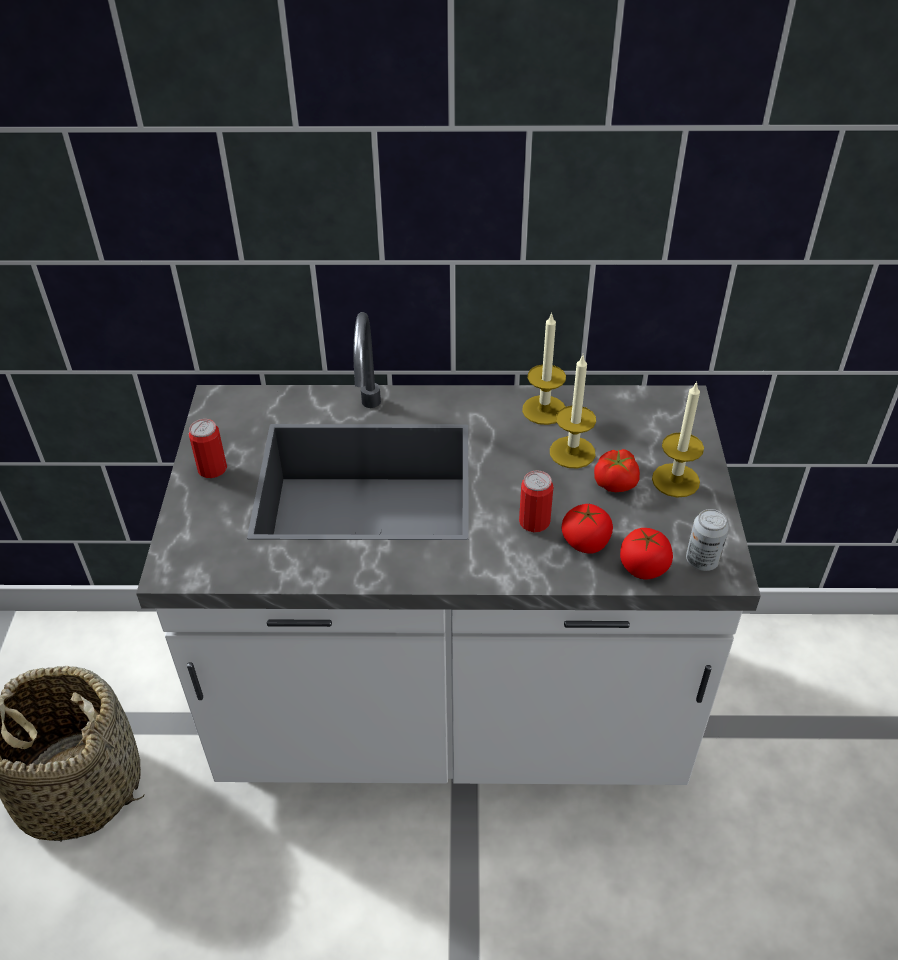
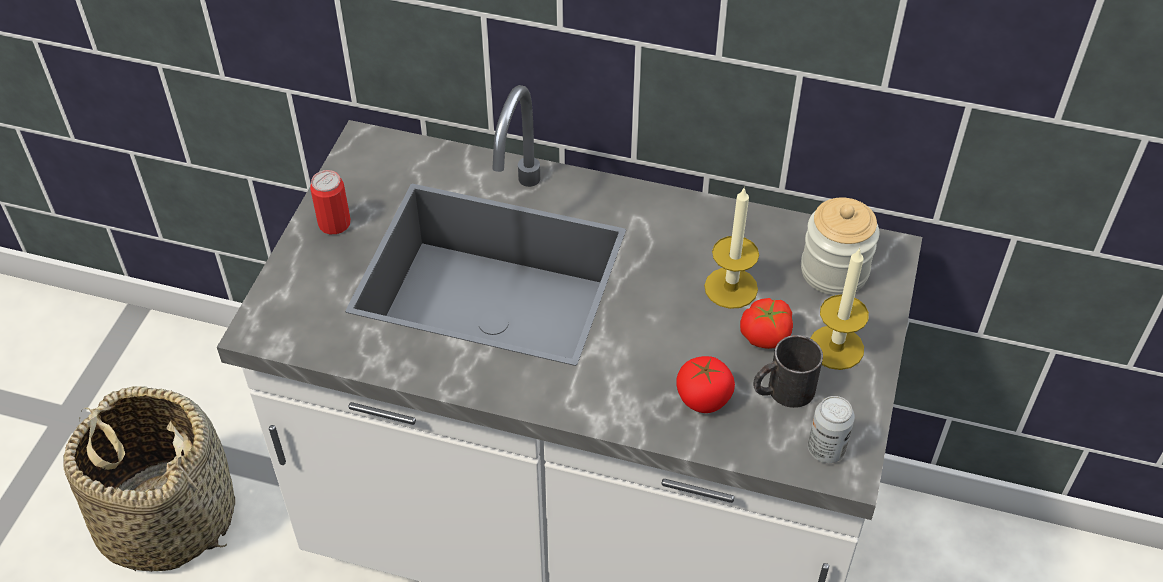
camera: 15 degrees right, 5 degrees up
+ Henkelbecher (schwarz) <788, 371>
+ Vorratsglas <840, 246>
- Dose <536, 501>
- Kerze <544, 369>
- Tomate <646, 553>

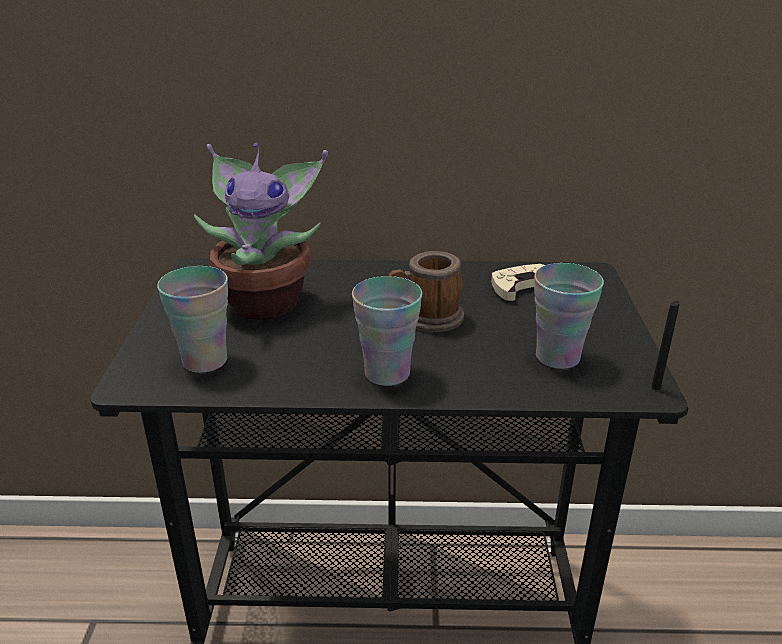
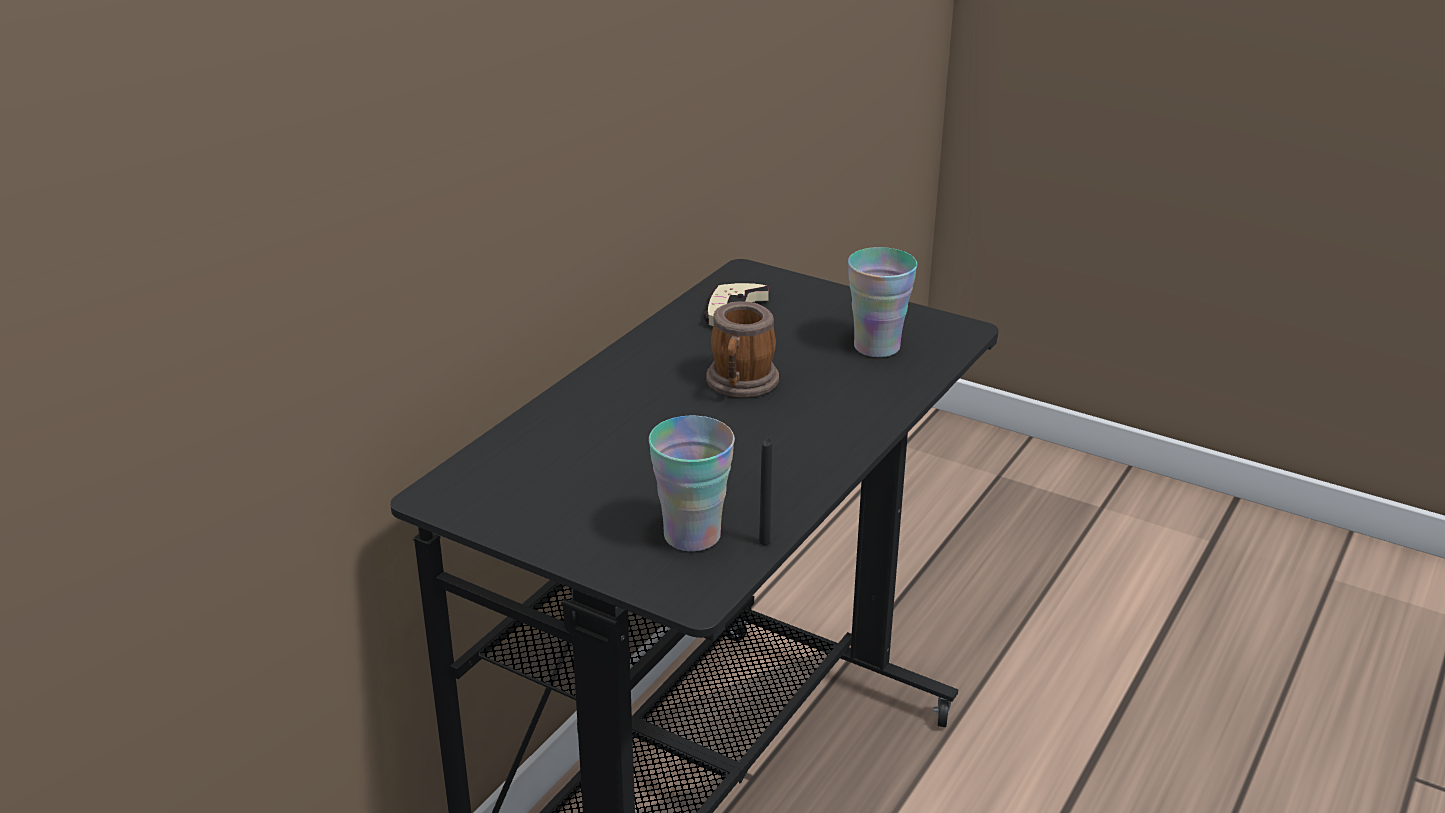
camera: 60 degrees left, 0 degrees up
~ Kerze (schwarz) <665, 345> to <765, 491>
- Topfpflanze <261, 231>
- Tasse <387, 331>

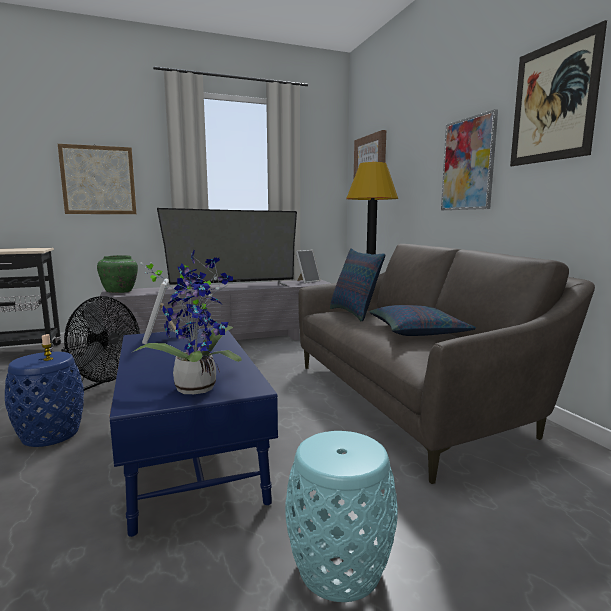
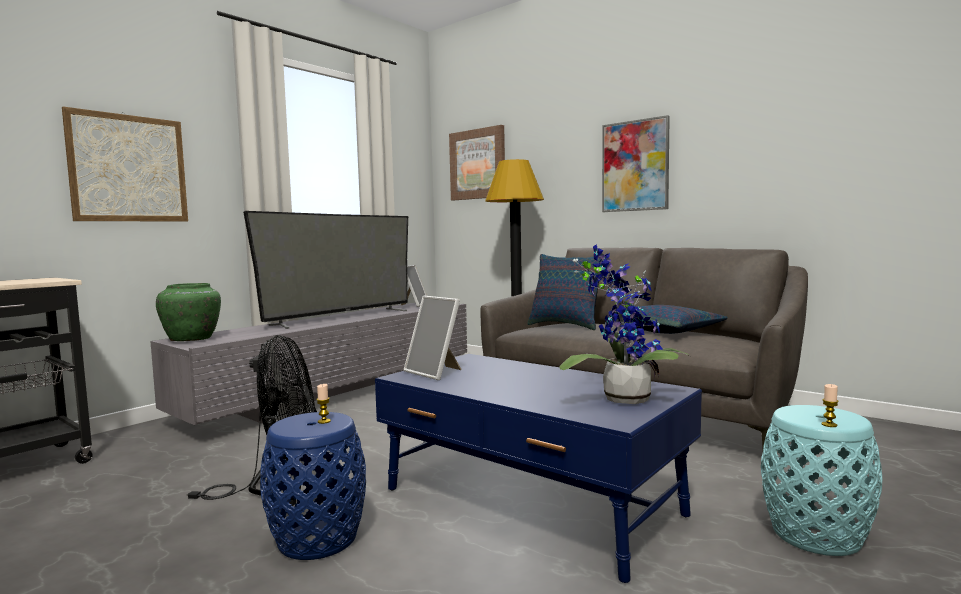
camera: 30 degrees left, 5 degrees down
+ Kerze <830, 405>
- Bild <558, 93>

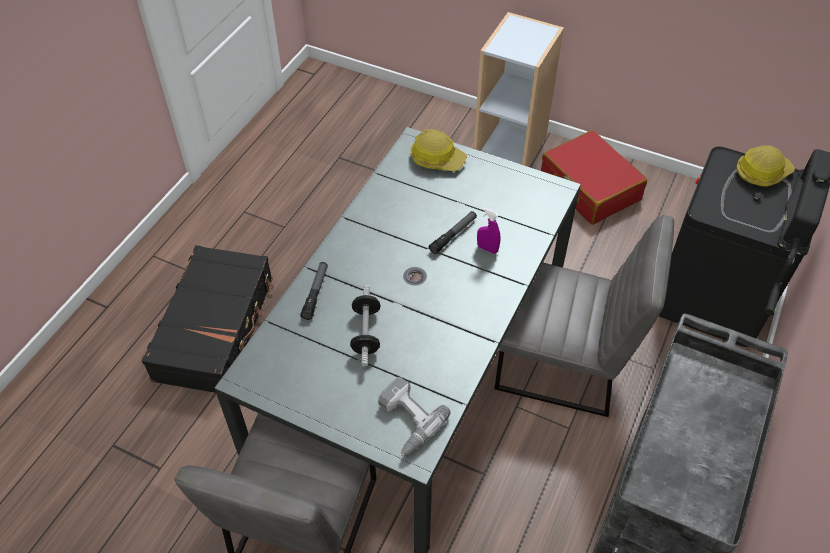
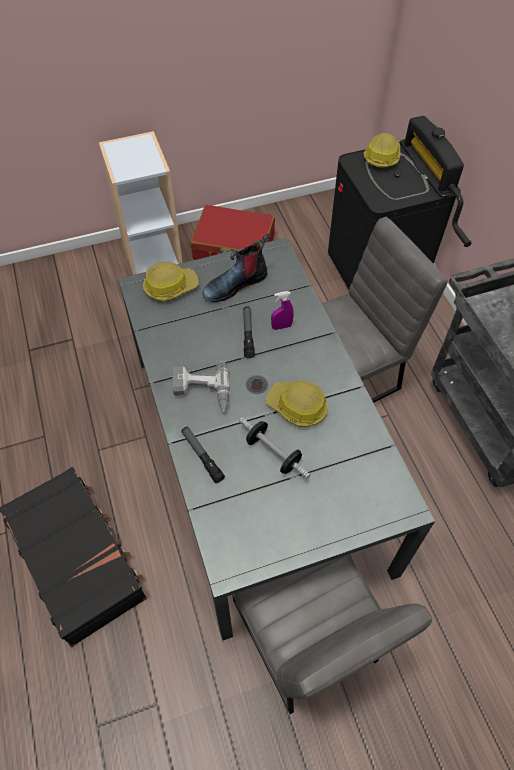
camera: 45 degrees left, 5 degrees up
~ Bohrmaschine <414, 416> to <201, 386>
+ Stiefel <236, 268>
+ Schutzhelm <297, 404>

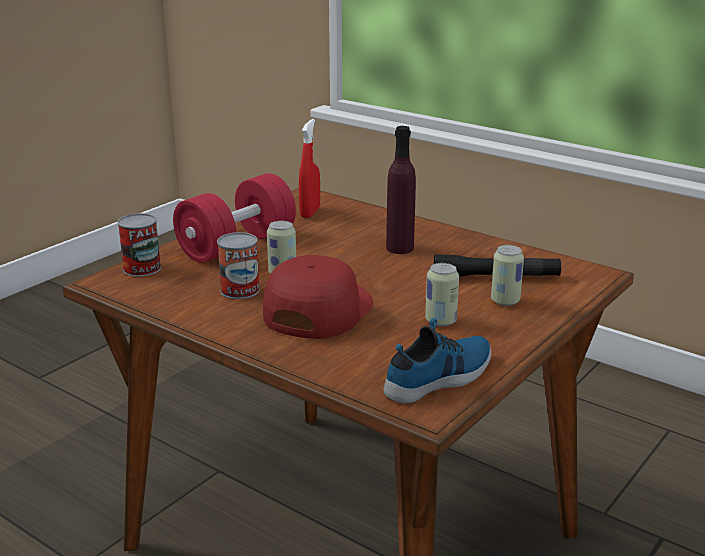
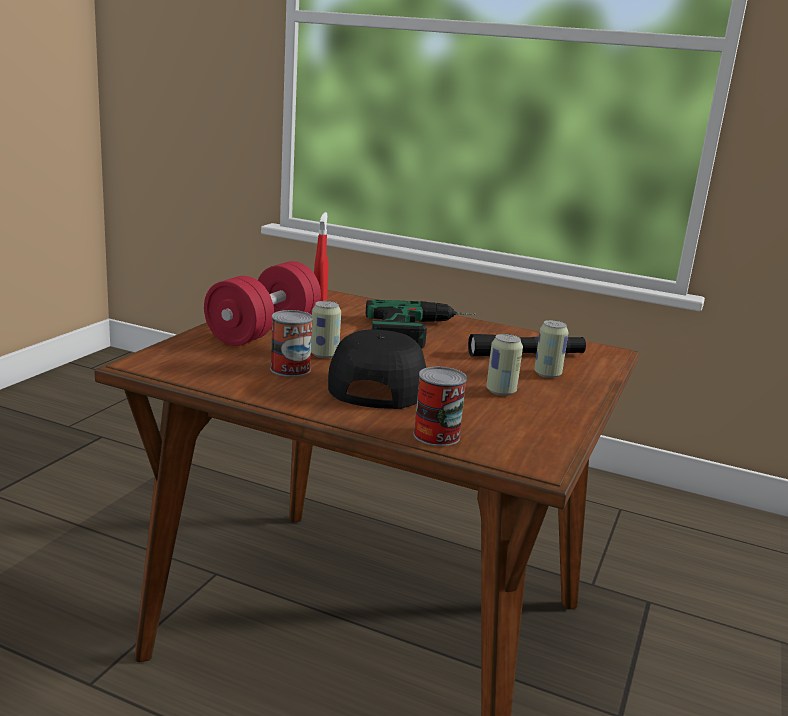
camera: 15 degrees left, 5 degrees down
~ Kappe (rot) <318, 297> to Kappe (schwarz) <377, 369>
~ Flasche (lila) <401, 190> to Bohrmaschine <421, 324>
~ Dose <139, 245> to <440, 406>
- Schuh <437, 361>

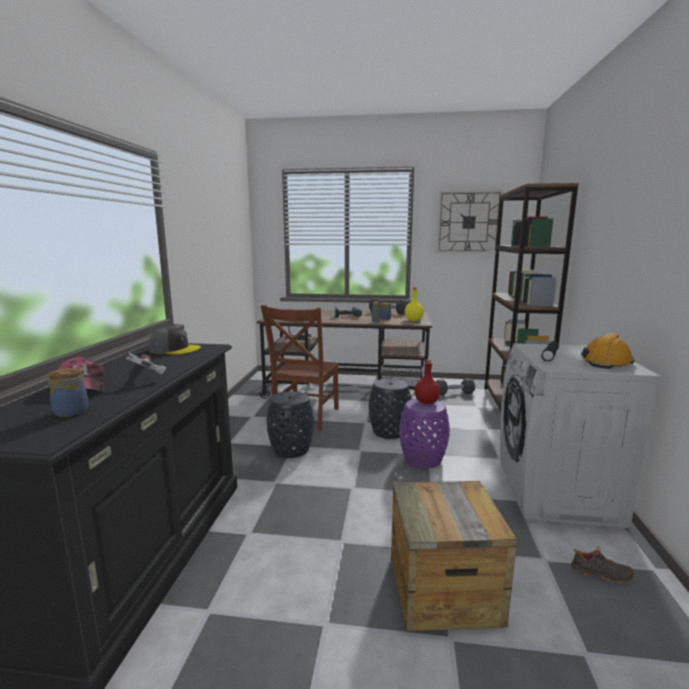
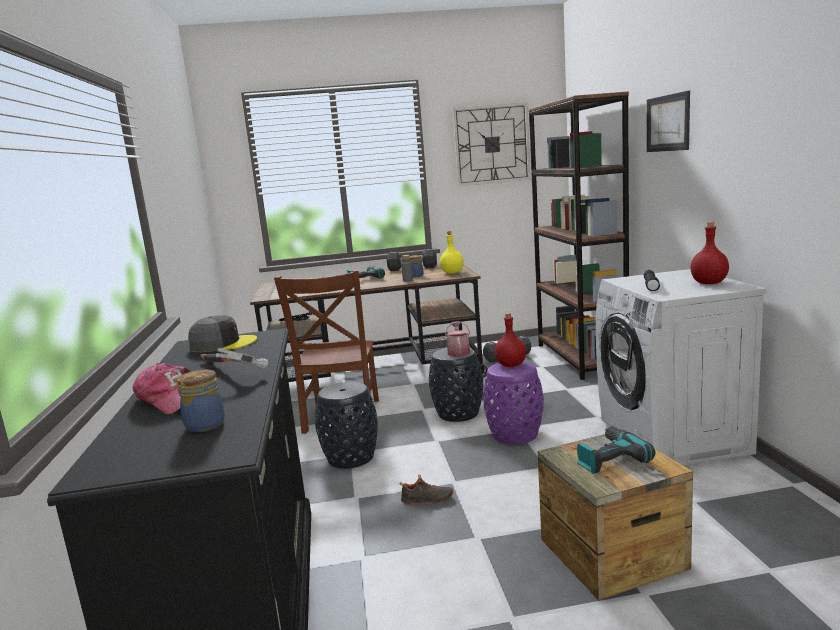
camera: 15 degrees left, 0 degrees up
~ Schuh (schwarz) <602, 565> to <426, 489>
+ Gießkanne <457, 339>
+ Bohrmaschine <616, 450>
+ Bild <668, 121>
~ Schutzhelm (orange) <608, 351> to Flasche (rot) <709, 253>

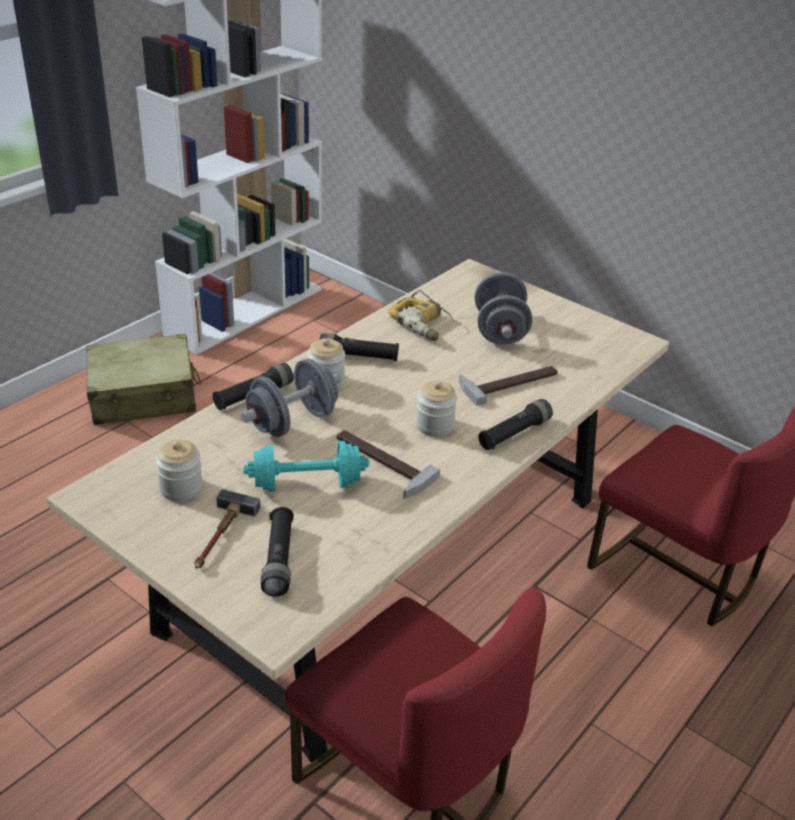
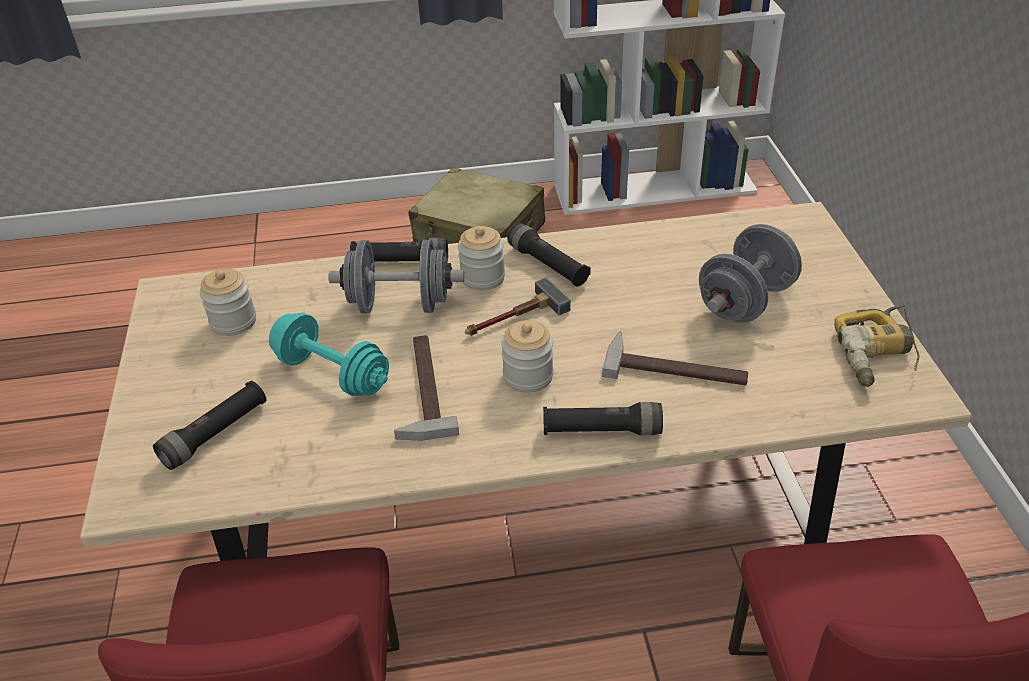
camera: 45 degrees right, 5 degrees up
~ Hammer <227, 529> to <518, 307>
~ Bohrmaschine <421, 315> to <876, 346>

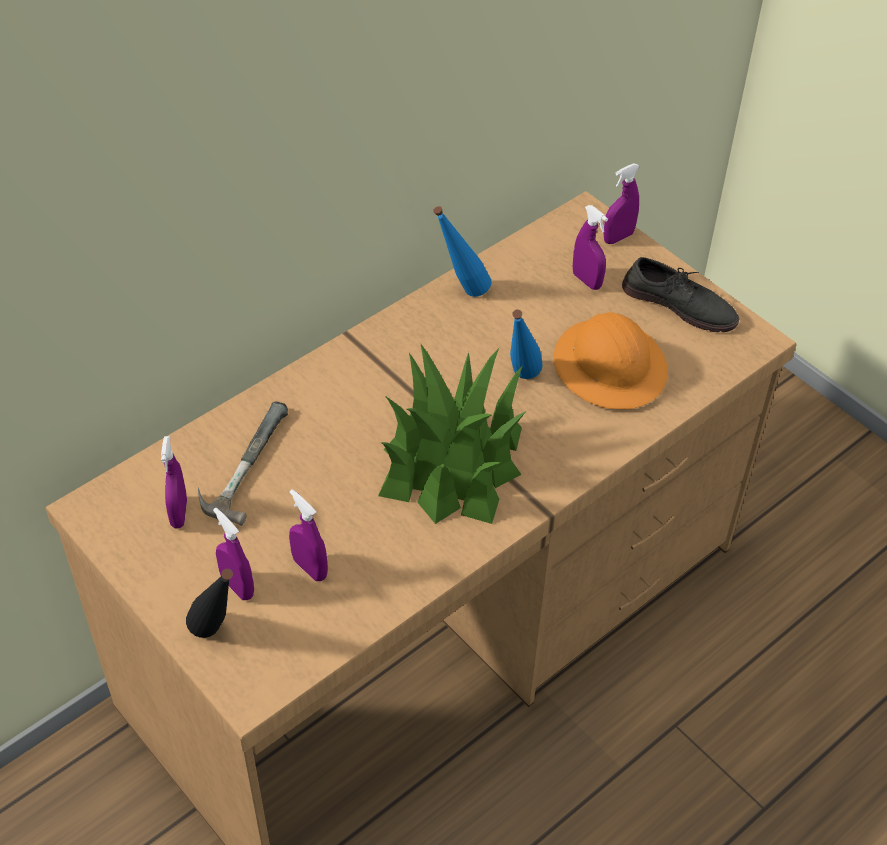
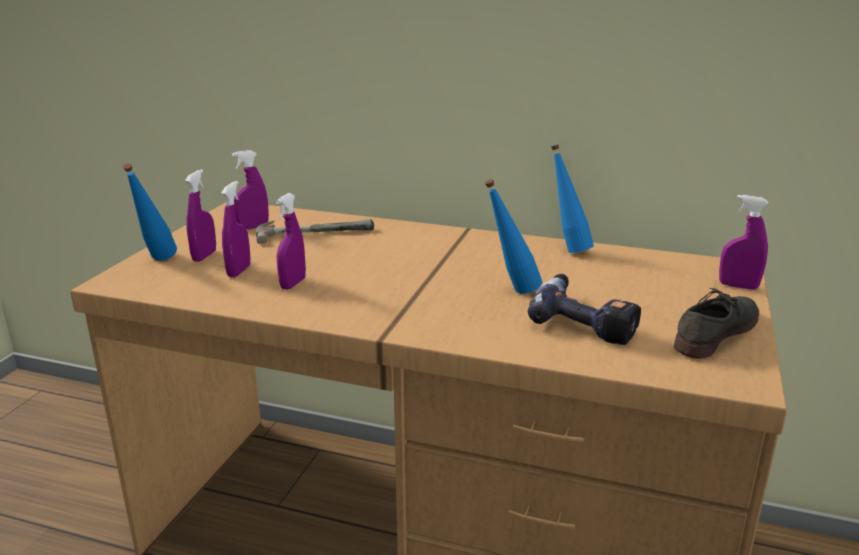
camera: 60 degrees right, 25 degrees down
~ Flasche (schwarz) <209, 603> to Flasche (blau) <150, 212>
~ Sprühflasche (lila) <590, 247> to <291, 241>
~ Schutzhelm (orange) <610, 360> to Bohrmaschine <584, 309>
~ Schuh (grau) <680, 294> = <716, 323> 135 degrees counterclockwise
- Topfpflanze <452, 433>

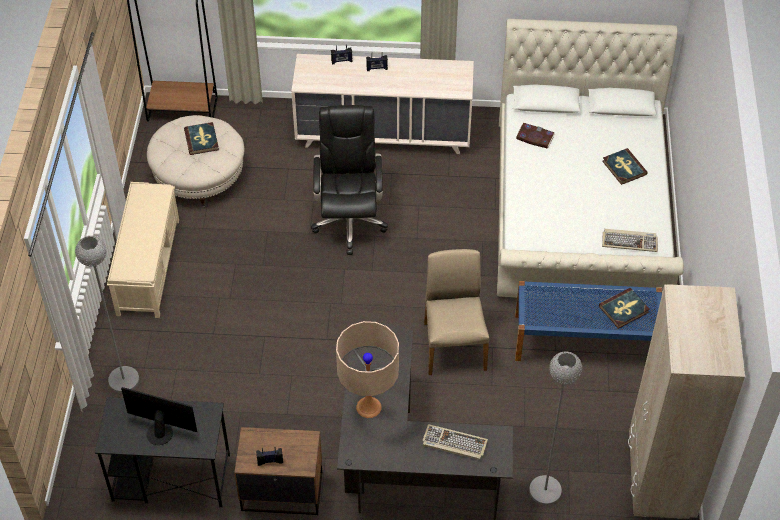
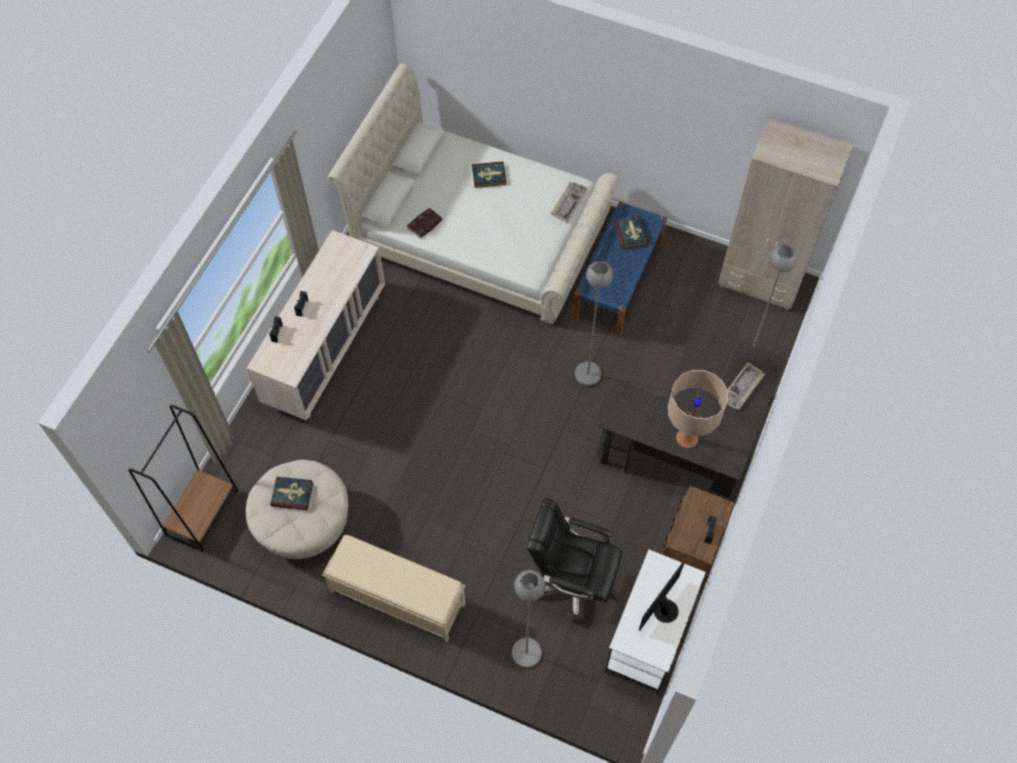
camera: 70 degrees left, 10 degrees up
~ Bürostuhl (schwarz) <349, 180> to <574, 560>
~ Stuhl (beige) <456, 312> to Stehlampe (grau) <594, 323>
~ Schreibtisch (schwarz) <162, 452> to Schreibtisch (weiß) <655, 622>

